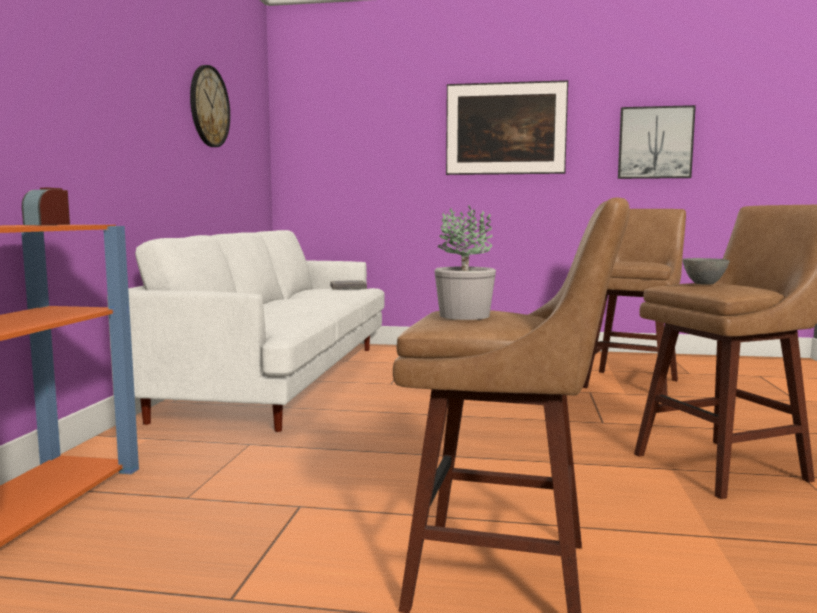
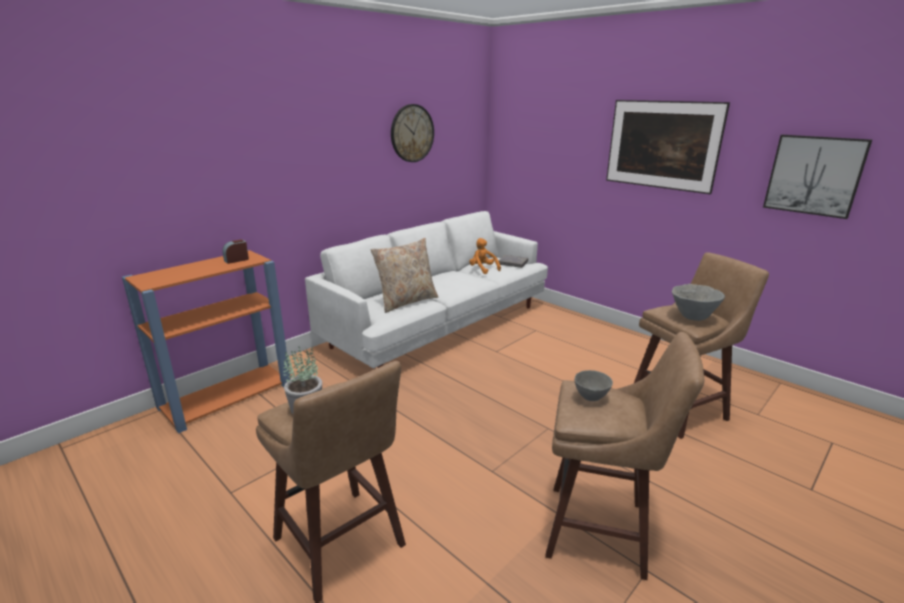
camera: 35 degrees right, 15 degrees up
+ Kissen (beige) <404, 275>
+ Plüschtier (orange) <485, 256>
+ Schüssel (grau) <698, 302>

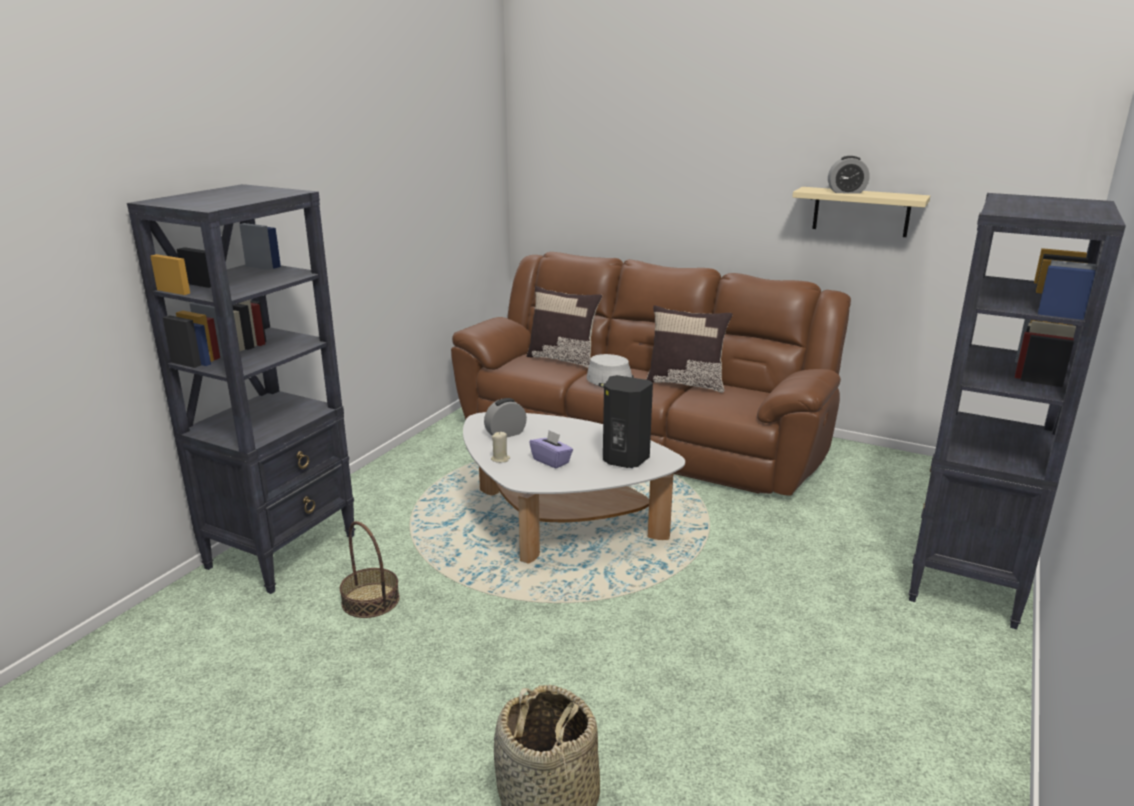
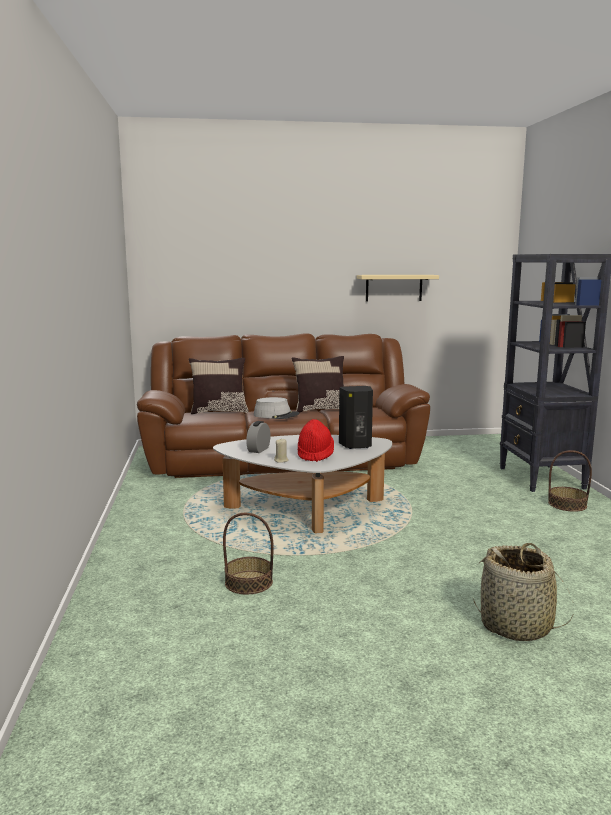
camera: 35 degrees left, 10 degrees down
~ Taschentuchbox (lila) <551, 449> to Hut (rot) <316, 440>
+ Korb <570, 481>
- Bücherregal (schwarz) <241, 389>
- Wecker <849, 175>

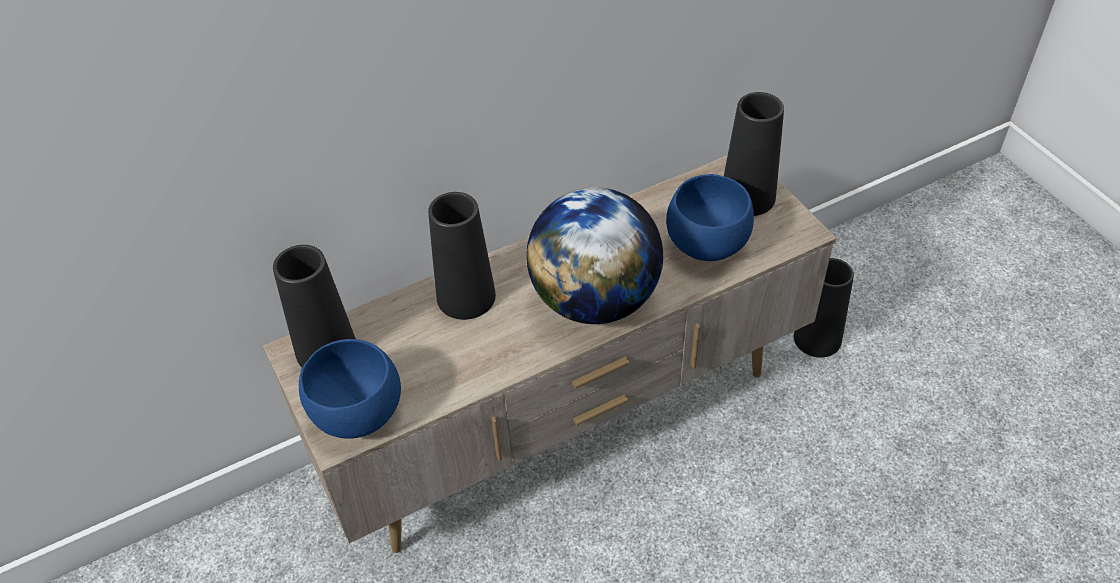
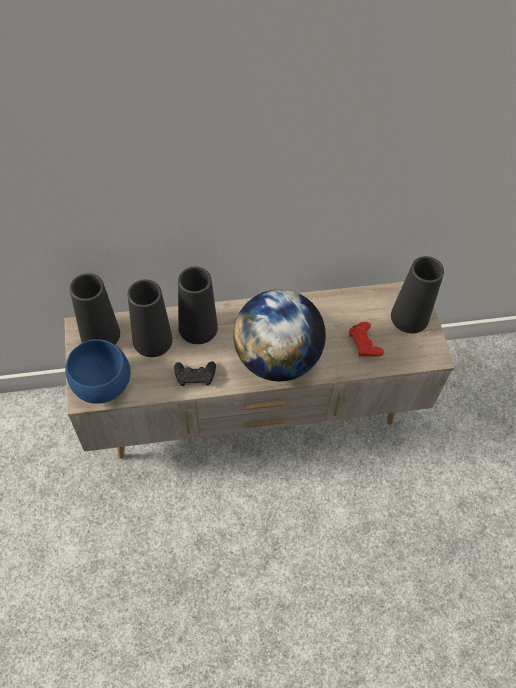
camera: 15 degrees right, 10 degrees up
~ Vase (schwarz) <824, 307> to <150, 318>
+ Gamepad (schwarz) <195, 373>
~ Schüssel (blau) <710, 217> to Gamepad (rot) <366, 339>

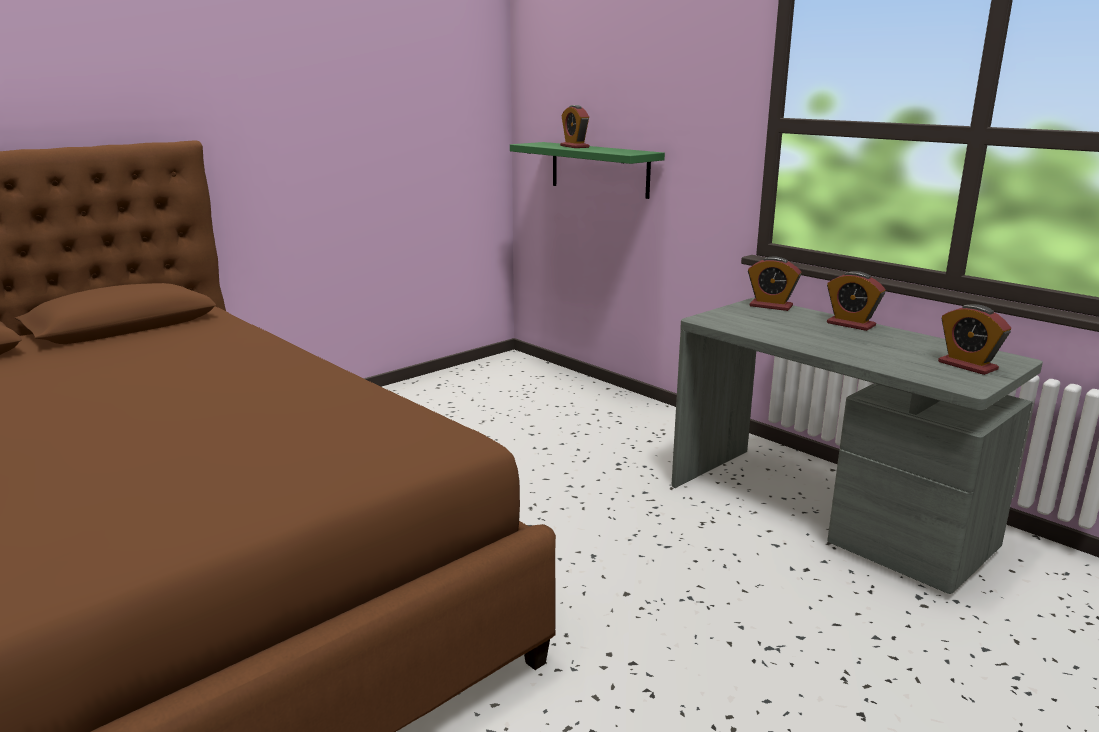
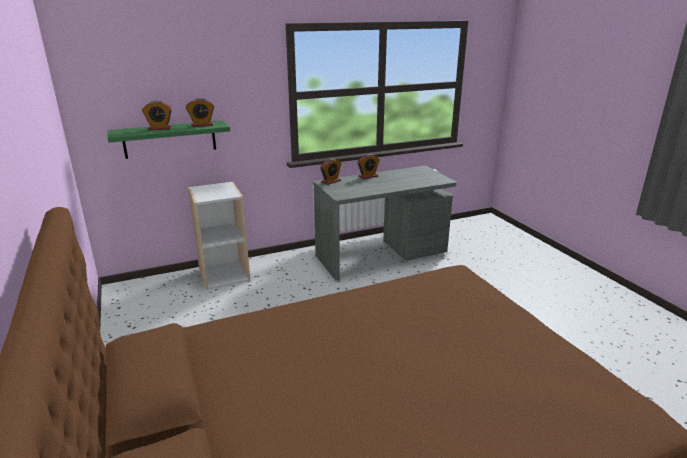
camera: 70 degrees left, 5 degrees up
~ Wecker <974, 339> to <200, 112>
+ Bücherregal <219, 236>

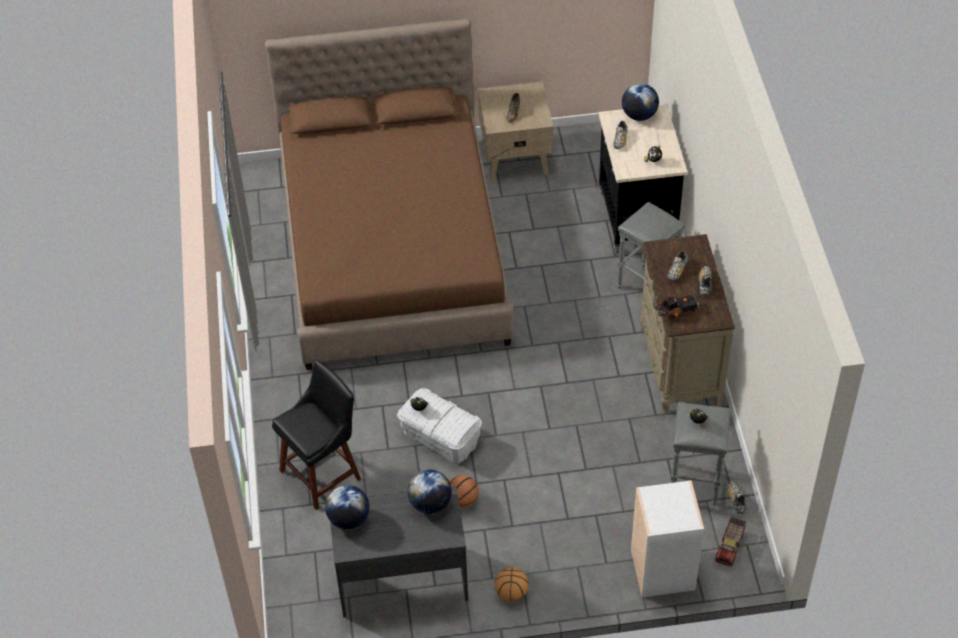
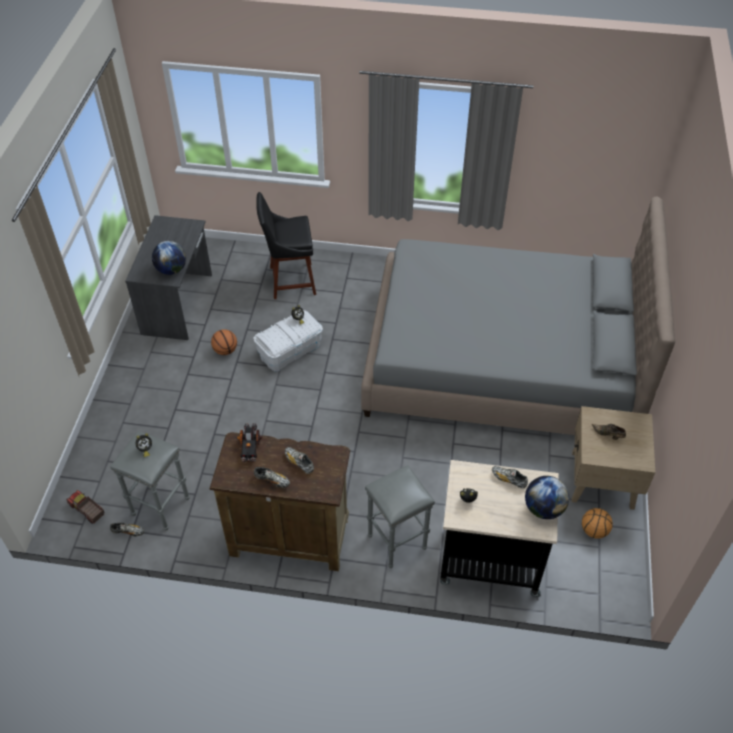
camera: 105 degrees right, 0 degrees up
~ Stuhl (schwarz) <316, 435> = <286, 245> 105 degrees clockwise
~ Bett (braun) <389, 194> to Bett (grau) <518, 315>
~ Basketball <512, 584> to <597, 523>
- Globus <347, 507>
- Bücherregal <667, 538>

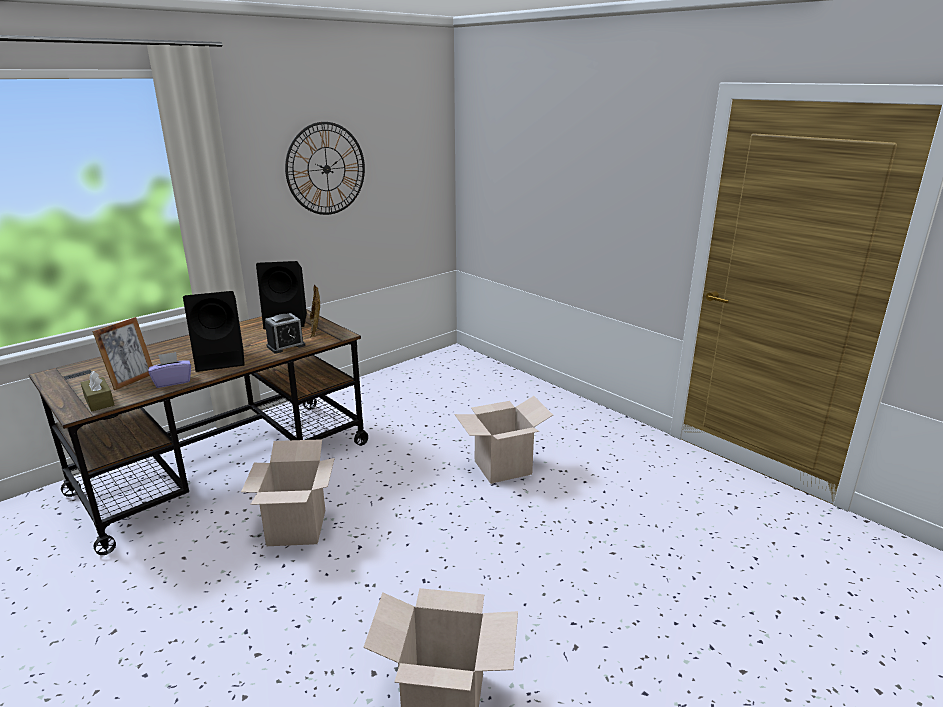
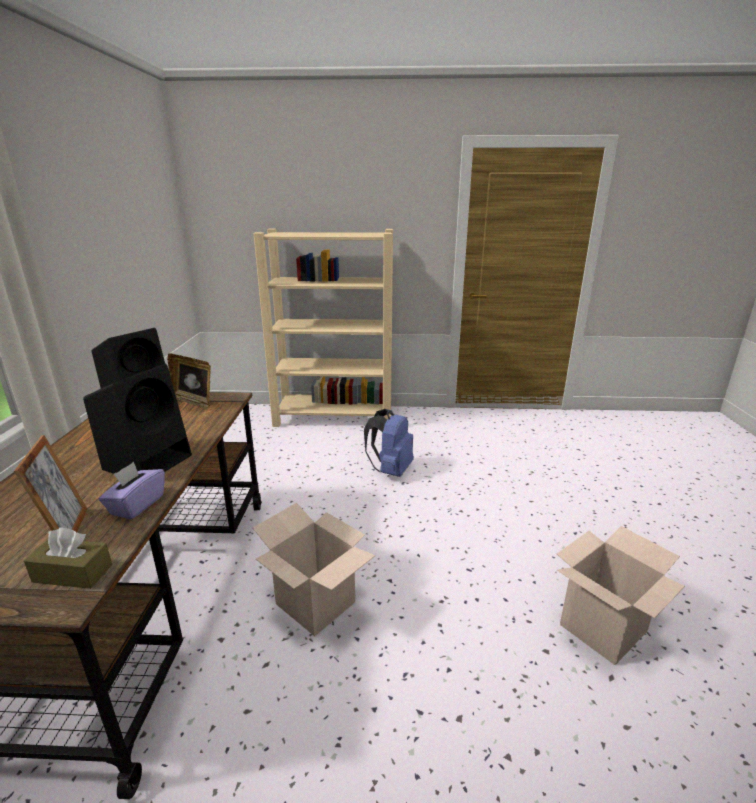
camera: 45 degrees left, 0 degrees up
+ Bücherregal (beige) <323, 327>
~ Karton <503, 440> to Rucksack (blau) <389, 443>
- Wecker <285, 333>
- Wanduhr <325, 168>

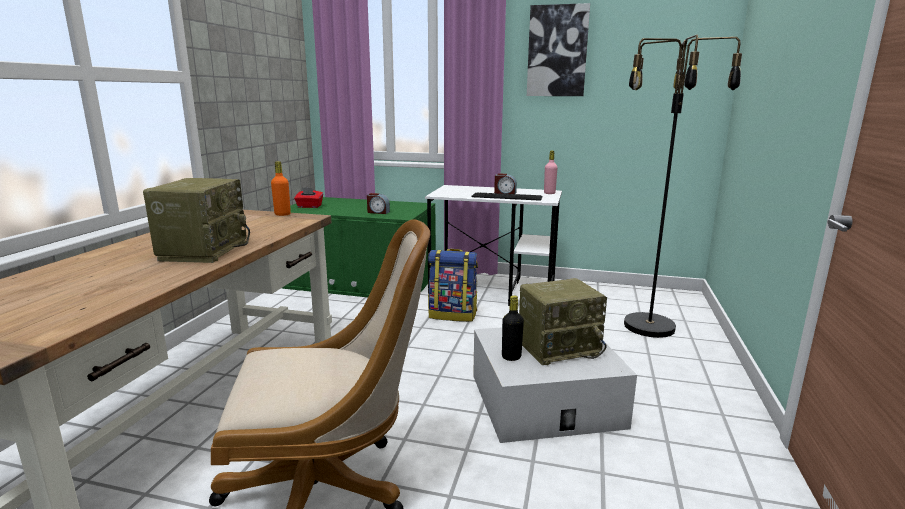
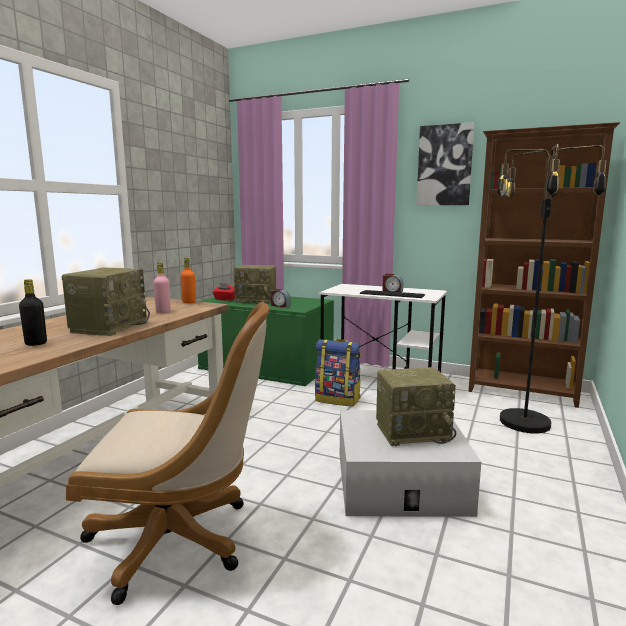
camera: 10 degrees right, 5 degrees down
~ Flasche (schwarz) <513, 328> to <33, 312>
~ Flasche (rosa) <551, 172> to <162, 288>
+ Radio <255, 284>
+ Bücherregal (braun) <544, 265>

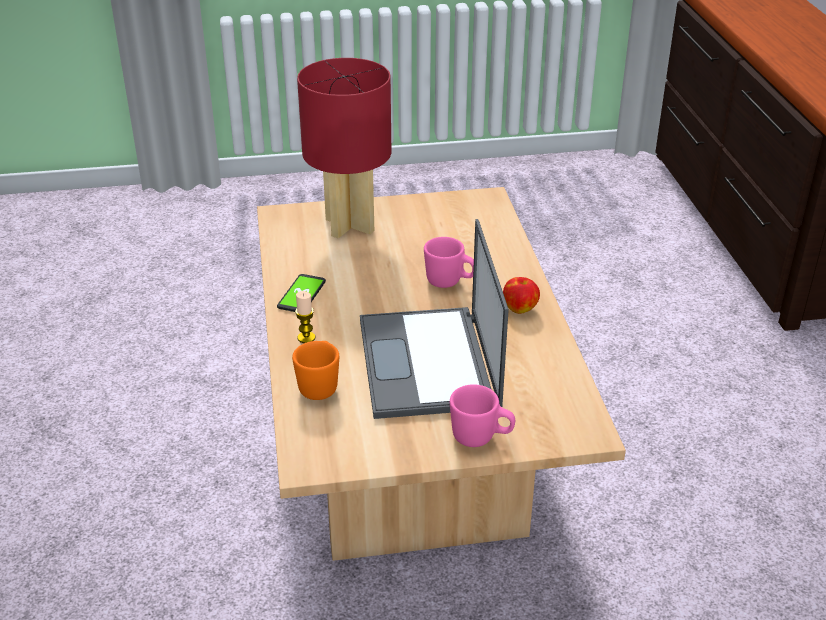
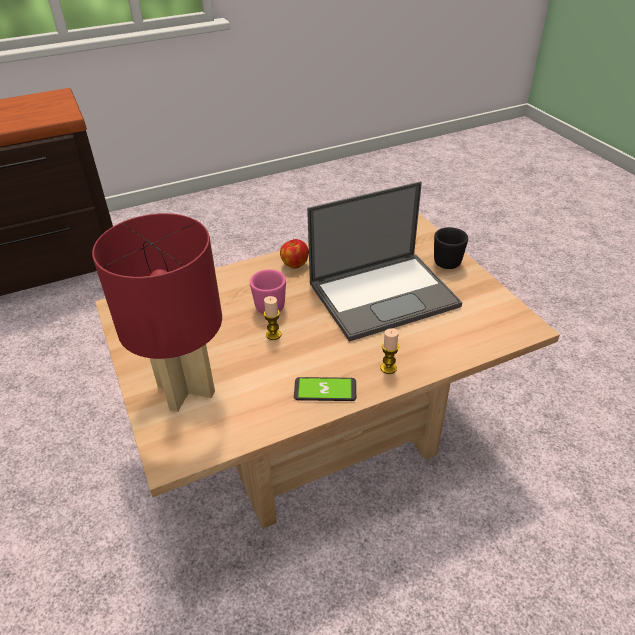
camera: 105 degrees left, 5 degrees up
+ Kerze <272, 318>
~ Henkelbecher (rosa) <482, 415> to Henkelbecher (schwarz) <451, 248>
- Henkelbecher (orange) <315, 370>

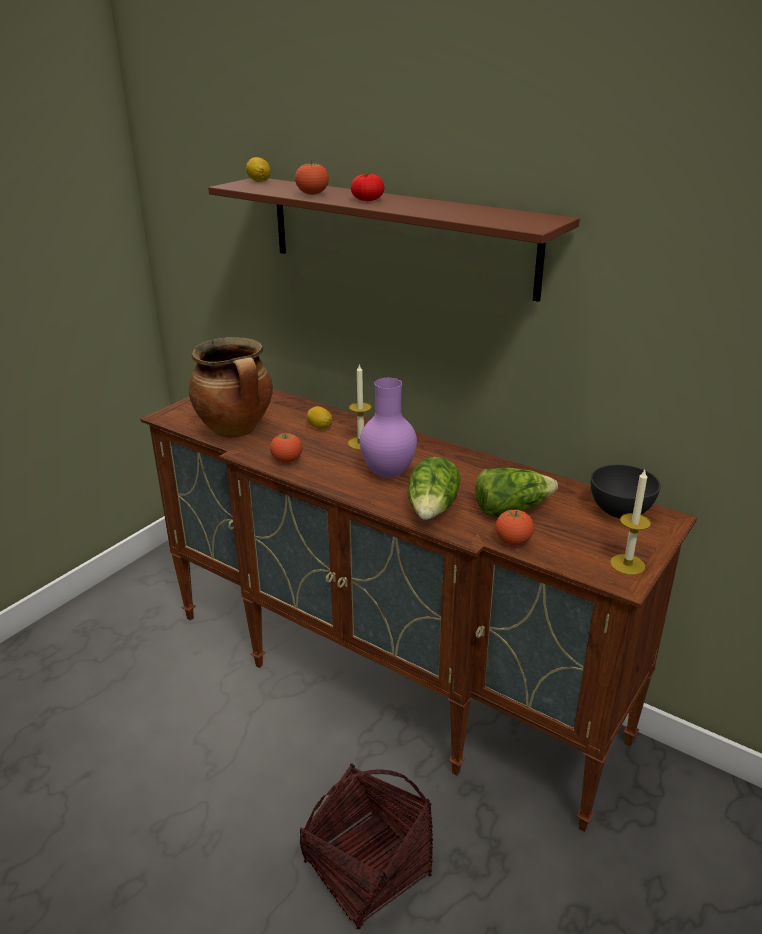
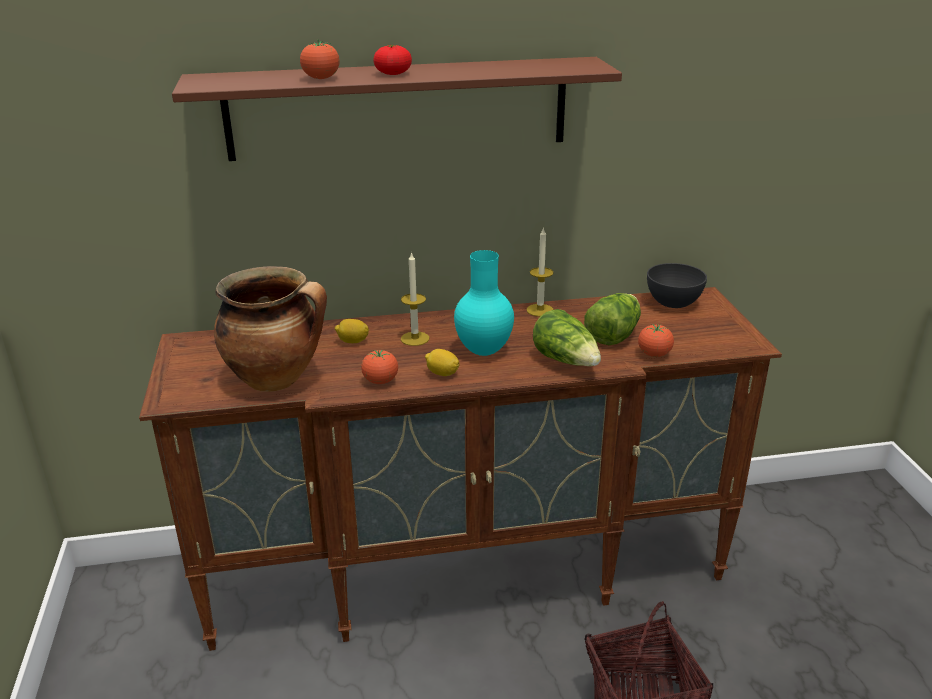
camera: 45 degrees left, 0 degrees up
~ Zitrone <258, 169> to <442, 362>
~ Vase (lila) <388, 428> to Vase (türkis) <484, 303>
~ Kerze <630, 522> to <540, 272>

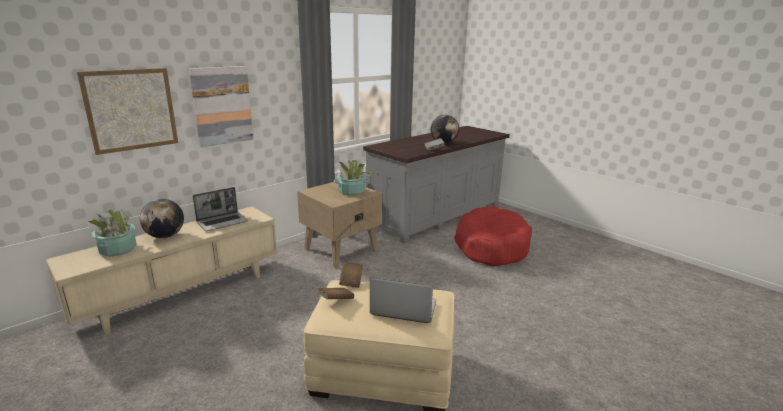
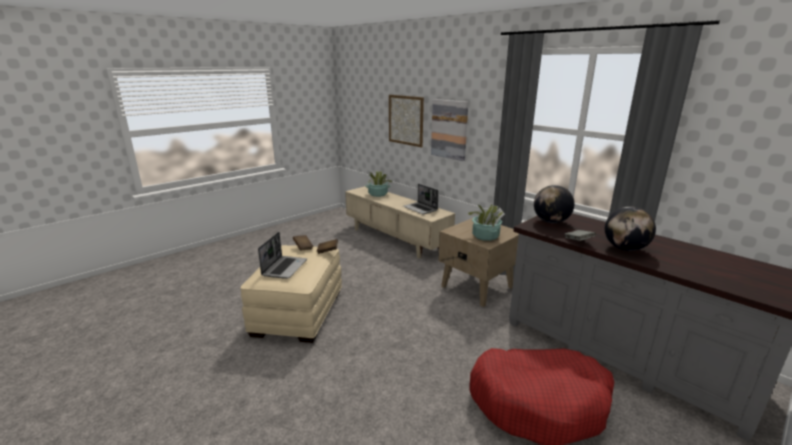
camera: 90 degrees right, 0 degrees up
~ Globus <162, 218> to <554, 204>

